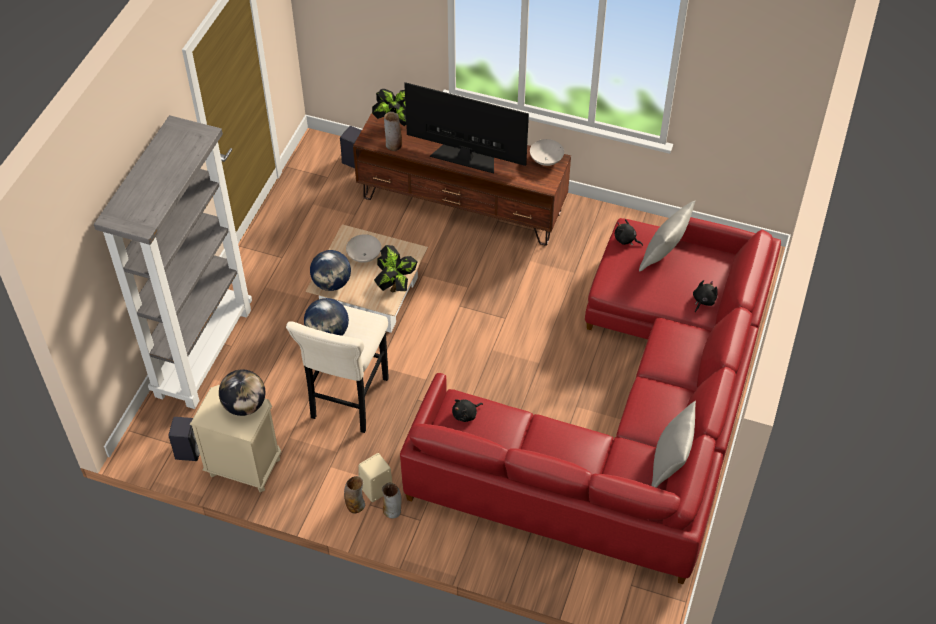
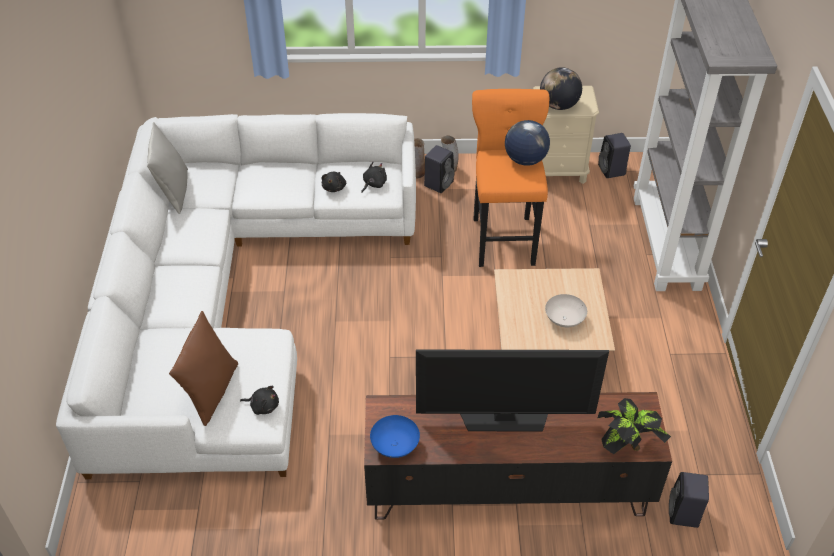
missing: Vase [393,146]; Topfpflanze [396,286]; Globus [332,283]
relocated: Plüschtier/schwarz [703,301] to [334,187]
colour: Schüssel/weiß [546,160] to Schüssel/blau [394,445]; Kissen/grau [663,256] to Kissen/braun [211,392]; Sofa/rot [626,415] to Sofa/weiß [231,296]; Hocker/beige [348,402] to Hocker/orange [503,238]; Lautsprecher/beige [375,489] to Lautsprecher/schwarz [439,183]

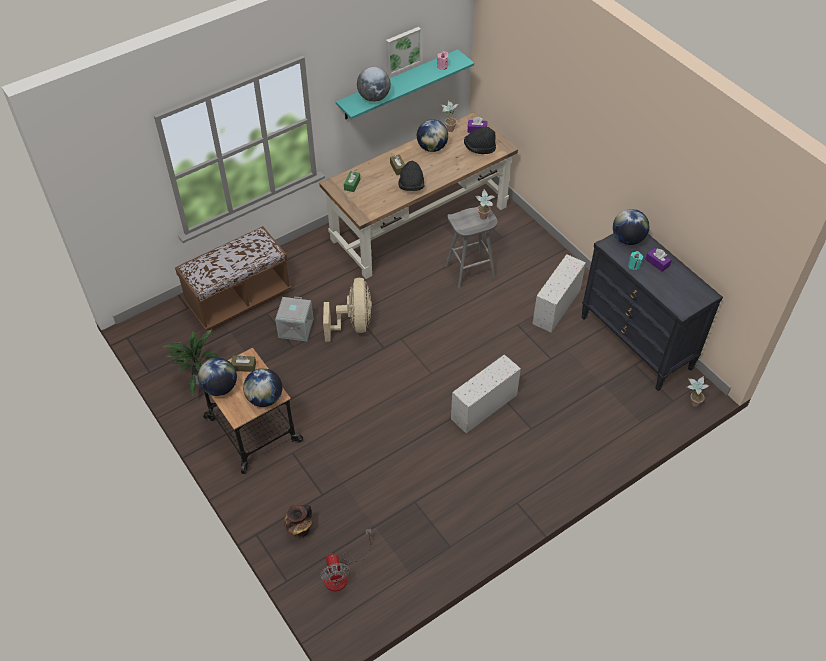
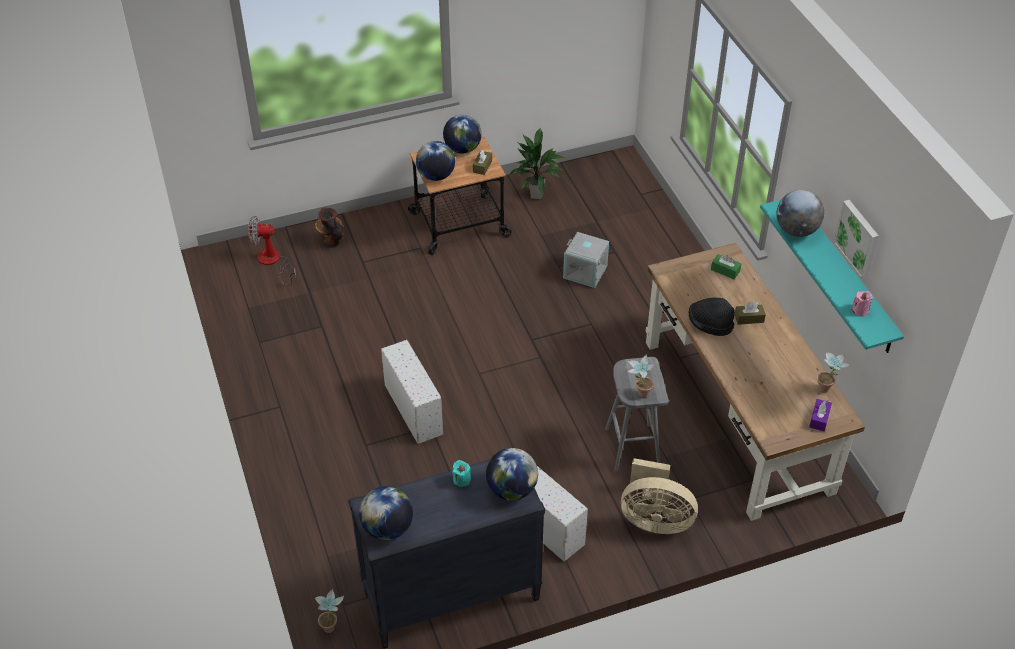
missing: Hut/schwarz [479,148]; Bank/braun [239,298]; Taschentuchbox/lila [657,263]
relocated: Globus [432,147] to [387,528]; Ventilator/beige [353,324] to [654,519]

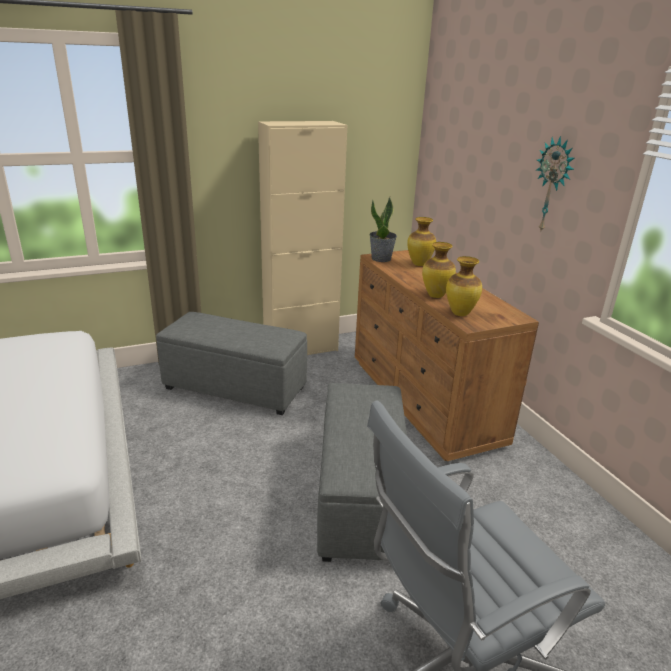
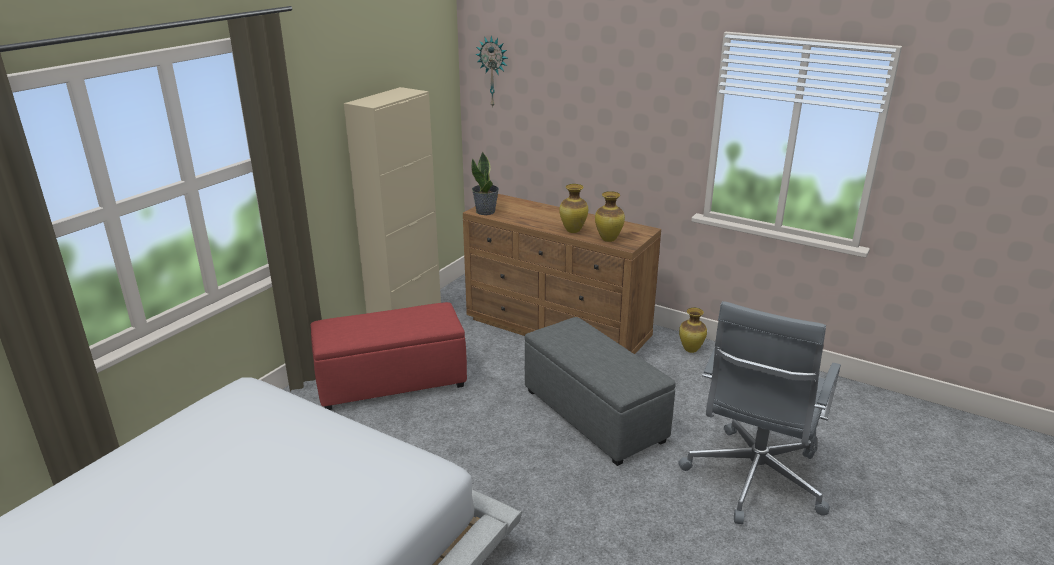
relocated: Wanduhr [553,185] to [493,71]; Vase [418,264] to [690,350]
colour: Polsterhocker/grau [236,388] to Polsterhocker/rot [393,382]

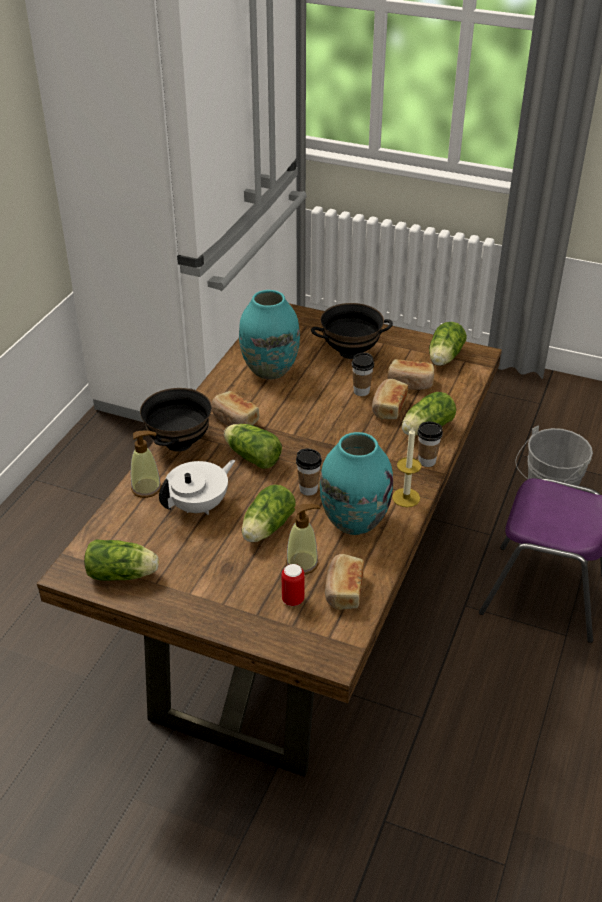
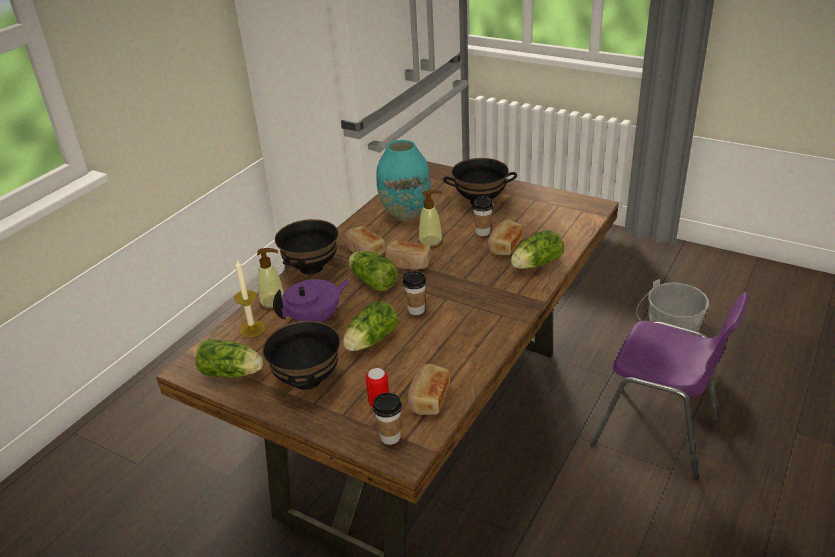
missing: Salatkopf [444,358]; Vase/türkis [354,521]
appeared: Schüssel/schwarz [308,380]
relocated: Brot [410,383] to [408,263]; Tasse [427,461] to [390,437]; Kerze [406,497] to [252,329]; Seifenspender [302,563] to [431,242]
colour: Teekanne/weiß [199,505] to Teekanne/lila [315,319]

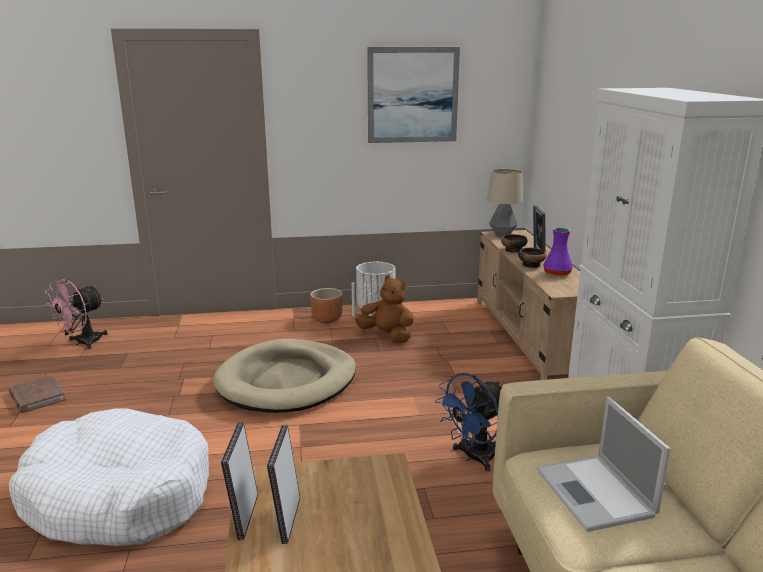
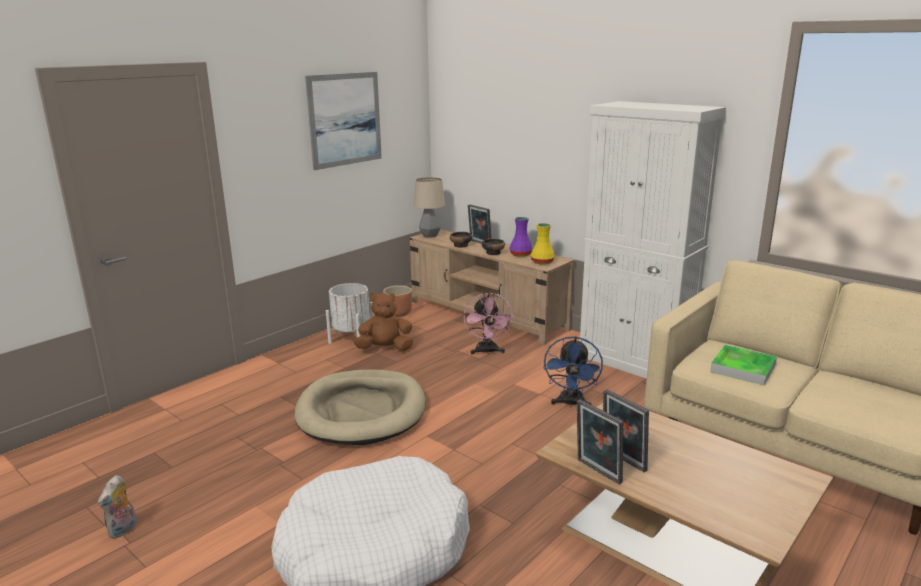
appeared: Vase/gelb [543,262]
relocated: Ventilator/rosa [82,343] to [487,352]; Pflanzkübel/braun [327,319] to [398,313]
exchanged: Buch/braun [37,397] to Plüschtier [123,530]; Laptop [596,494] to Tablett [743,368]

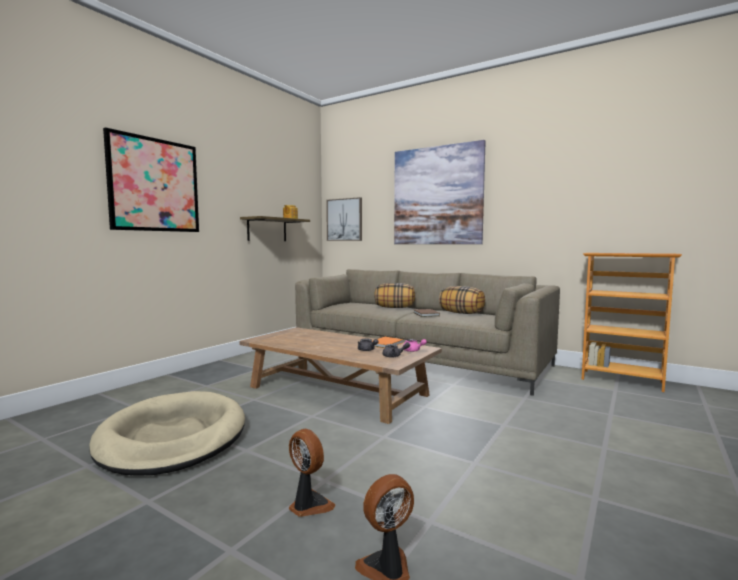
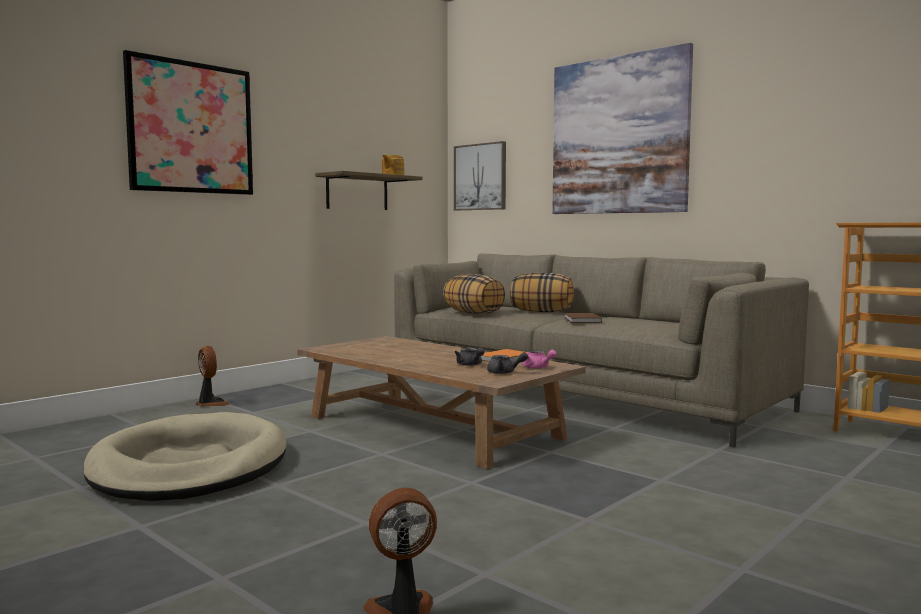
relocated: Kissen [461,313] to [474,313]; Ventilator [308,505] to [211,403]

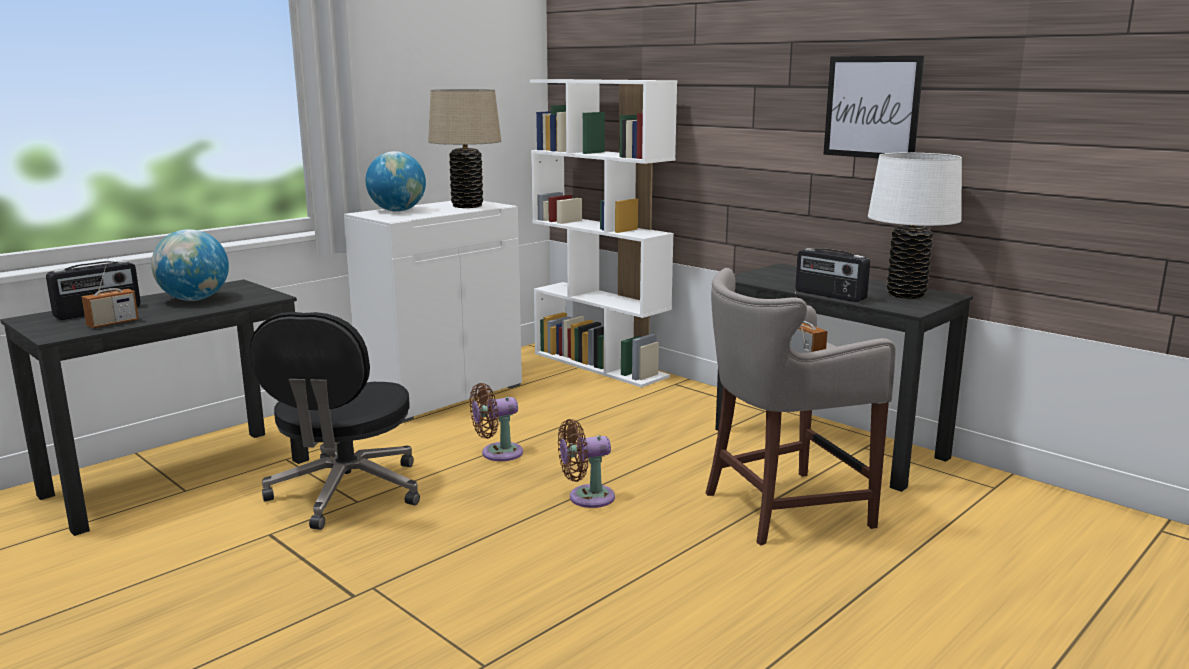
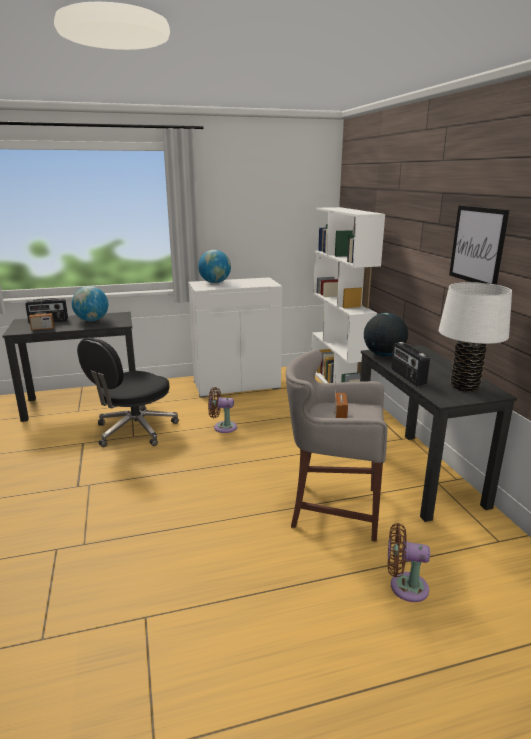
missing: Tischlampe/beige [467,206]
appeared: Globus [383,355]
relocated: Ventilator/braun [586,498] to [404,586]

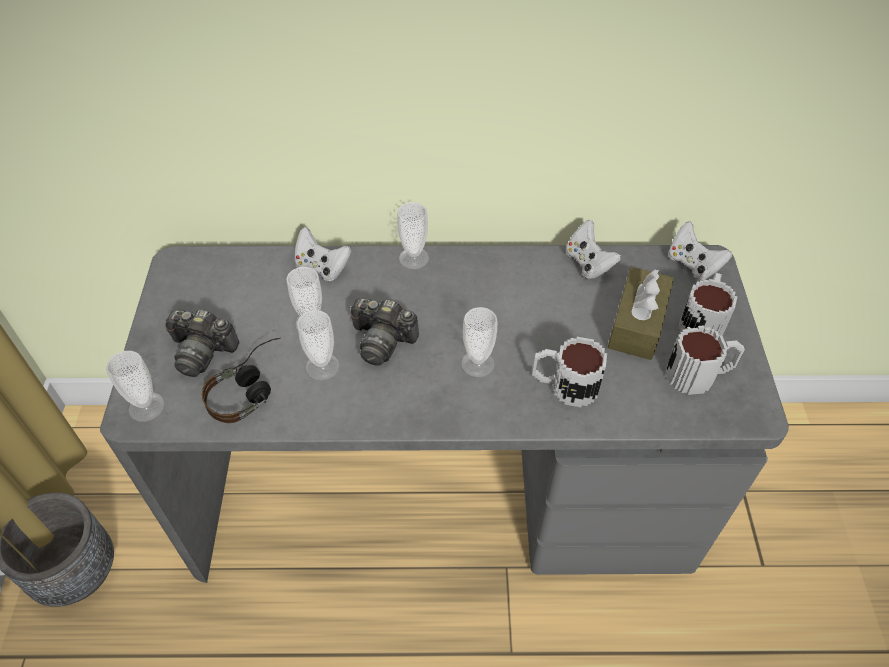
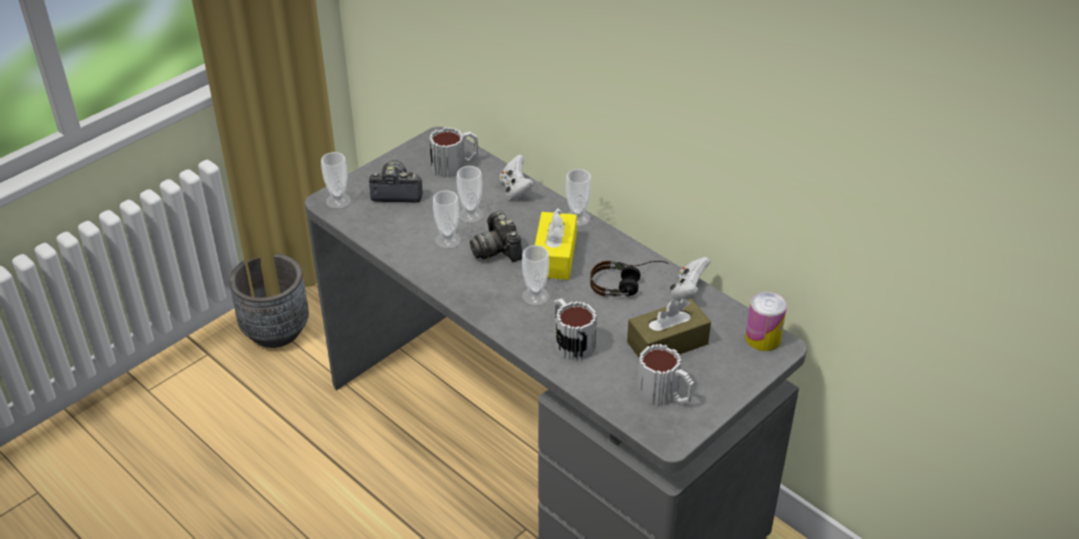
appeared: Taschentuchbox/gelb [554,256]
relocated: Henkelbecher [702,321] to [455,165]; Kopfhörer [251,389] to [628,285]
exchanged: Gamepad/weiß [692,264] to Dose [763,338]
spun: Kamera [202,351] = [396,192] 120 degrees clockwise

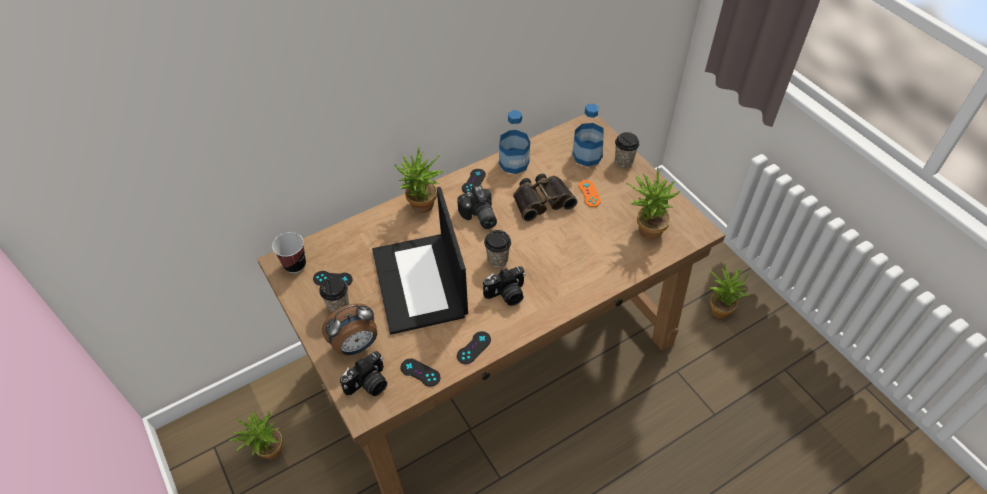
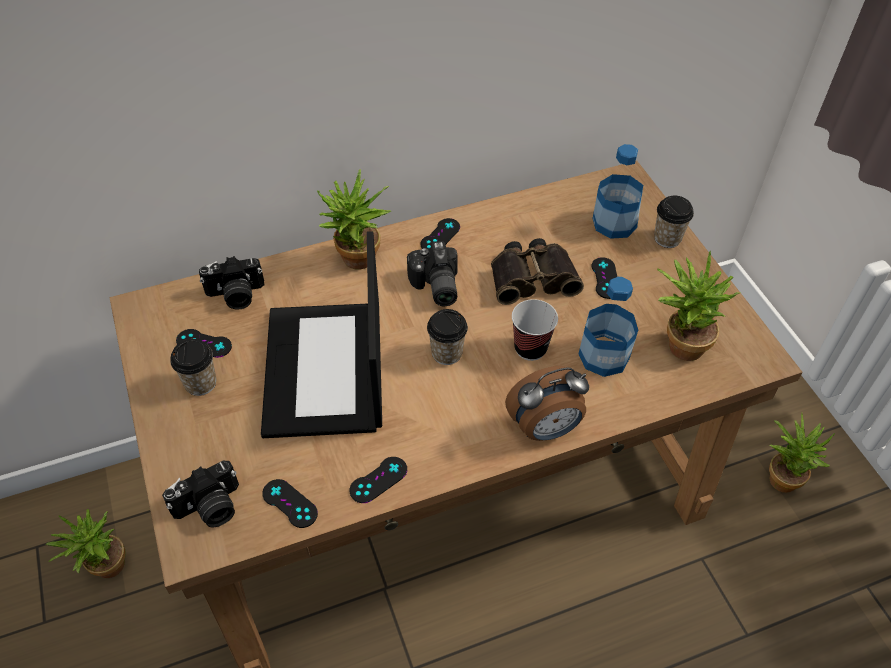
relocated: Flasche [514,163] to [604,356]; Tasse [295,265] to [530,348]; Kamera [506,295] to [236,295]; Wecker [356,346] to [545,428]
colour: Gamepad/orange [589,193] to Gamepad/schwarz [605,278]

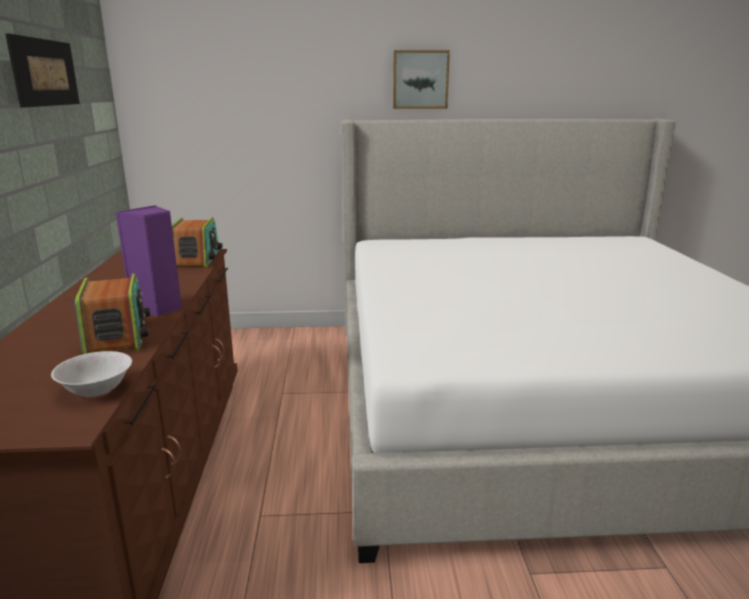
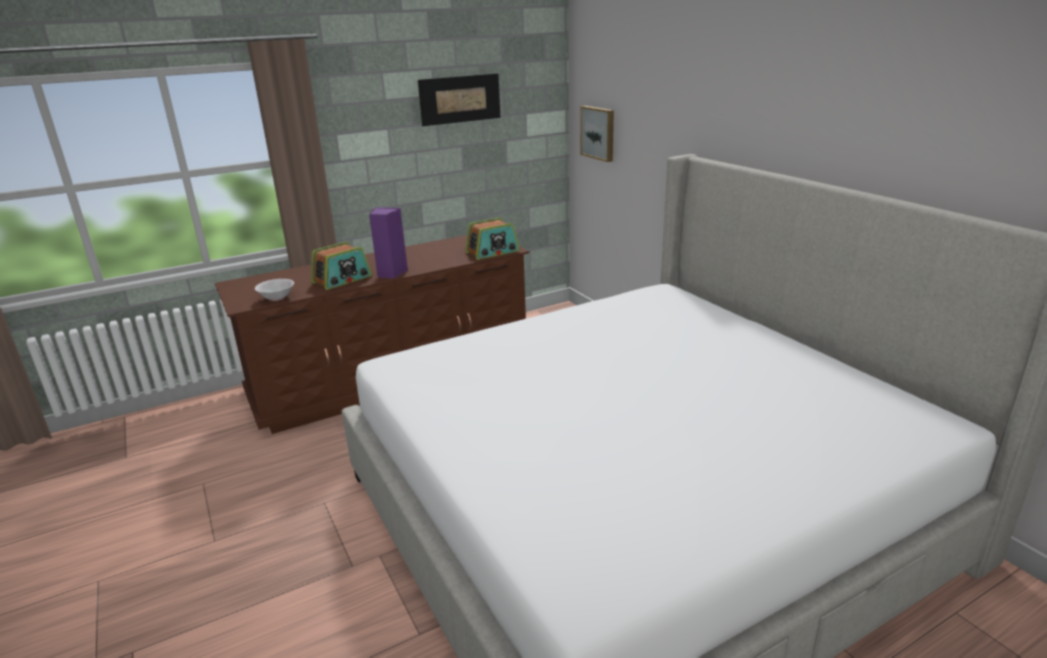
relocated: Bild [420,80] to [598,133]

